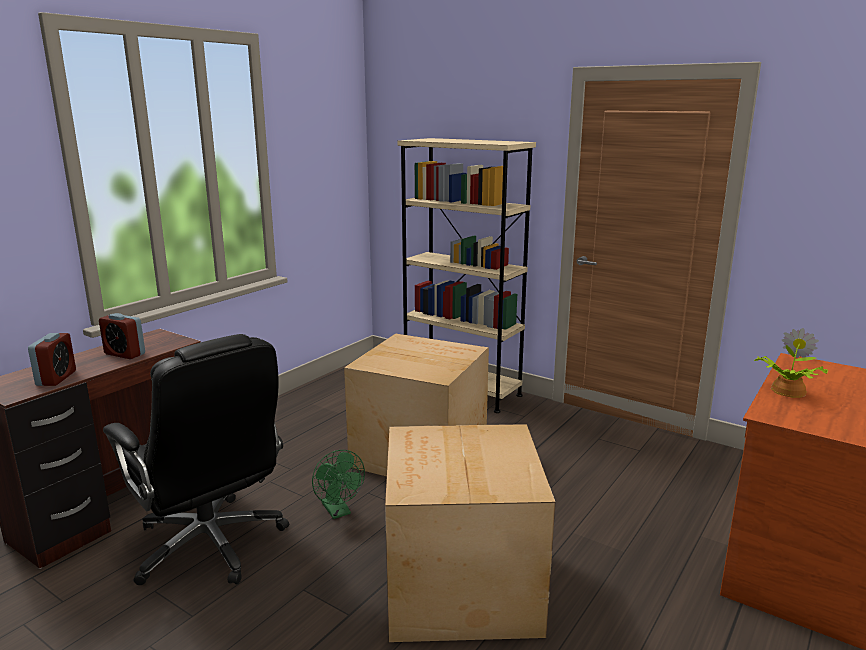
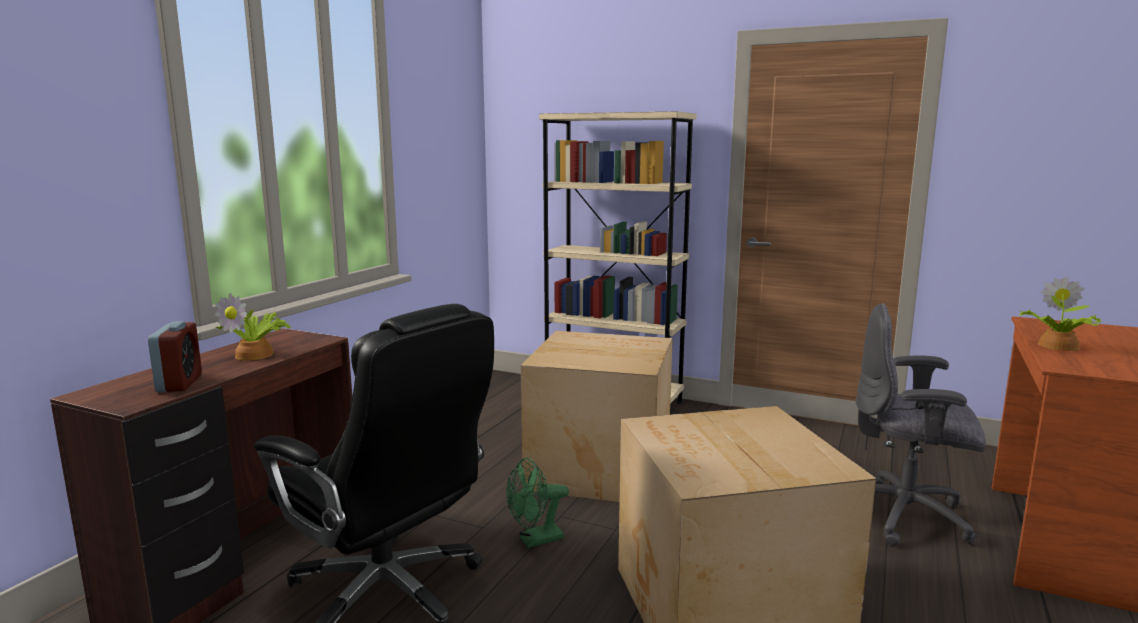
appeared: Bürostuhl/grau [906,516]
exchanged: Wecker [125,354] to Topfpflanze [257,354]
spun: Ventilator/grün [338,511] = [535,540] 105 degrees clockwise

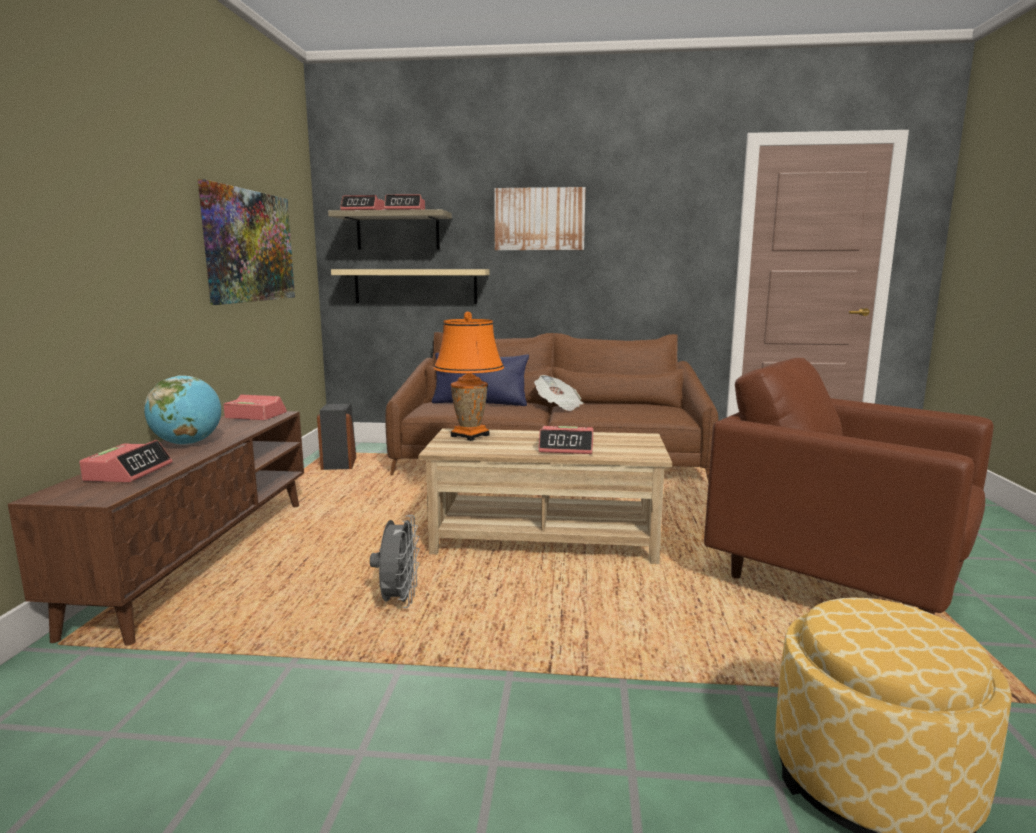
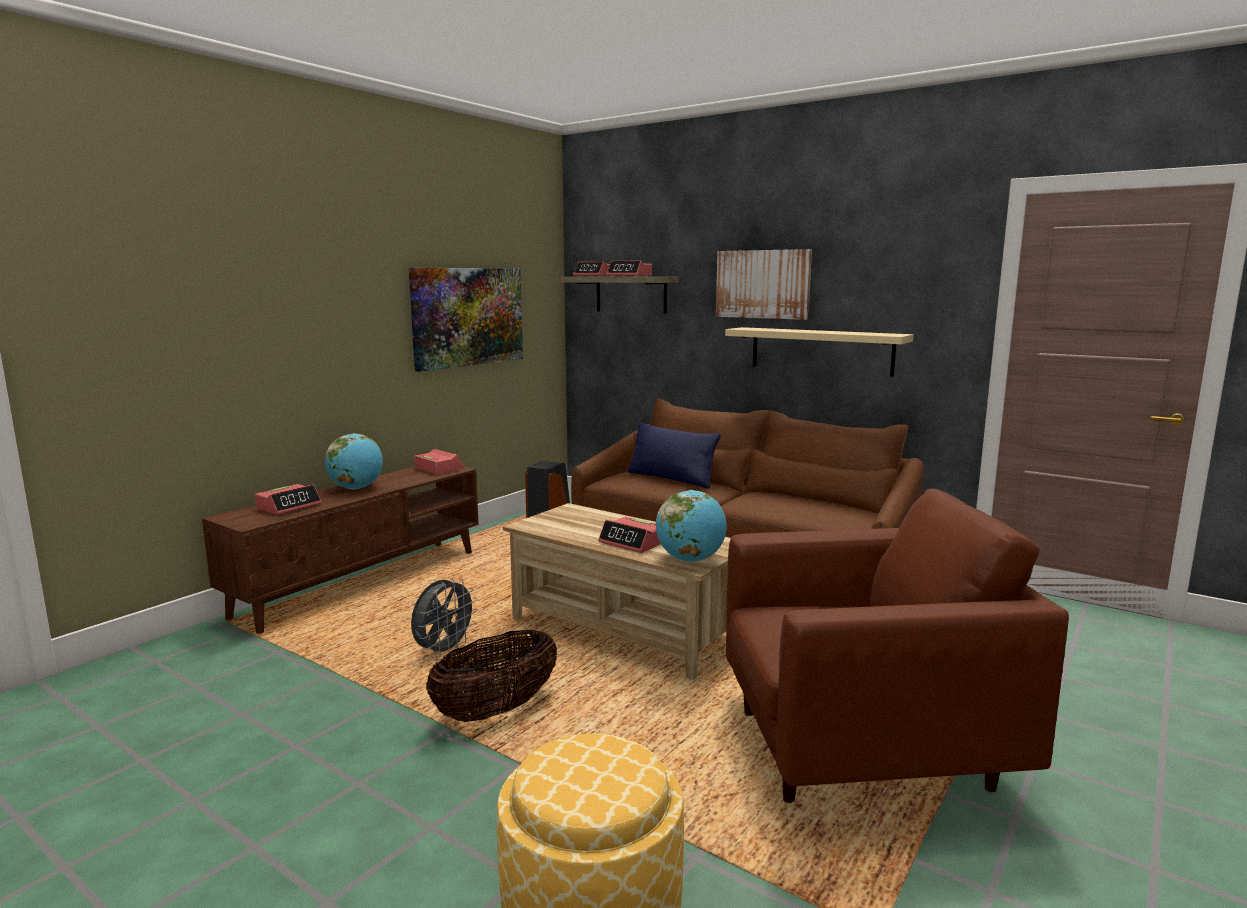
missing: Tischlampe/orange [469,436]; Zeitung [558,406]
appeared: Globus [690,560]; Korb [496,710]
relocated: Wandregal/beige [415,286] to [821,350]
spun: Sessel/braun [838,580] = [861,750] 105 degrees clockwise

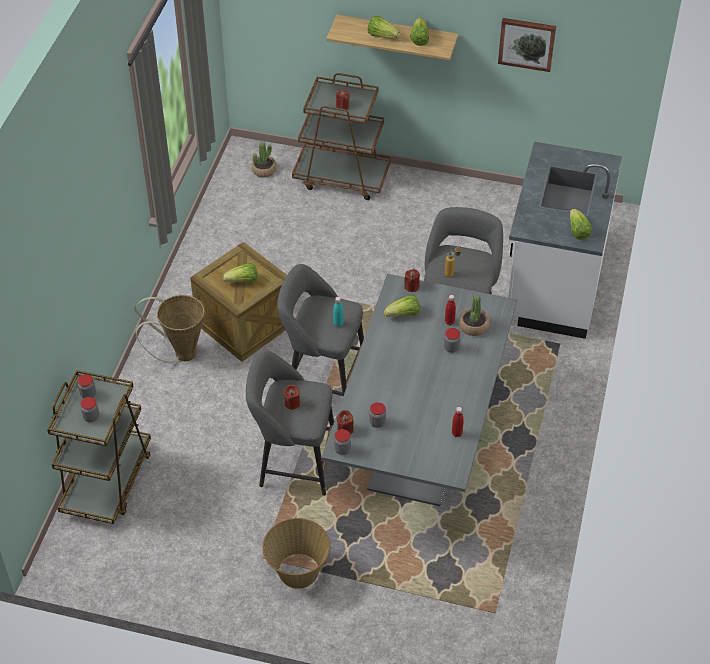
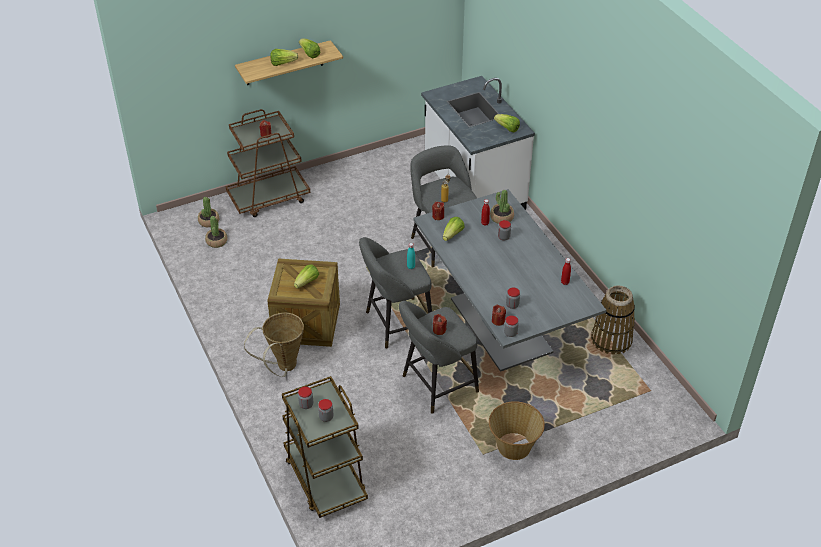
missing: Bild [527,43]
appeared: Topfpflanze [217,241]; Korb [611,340]

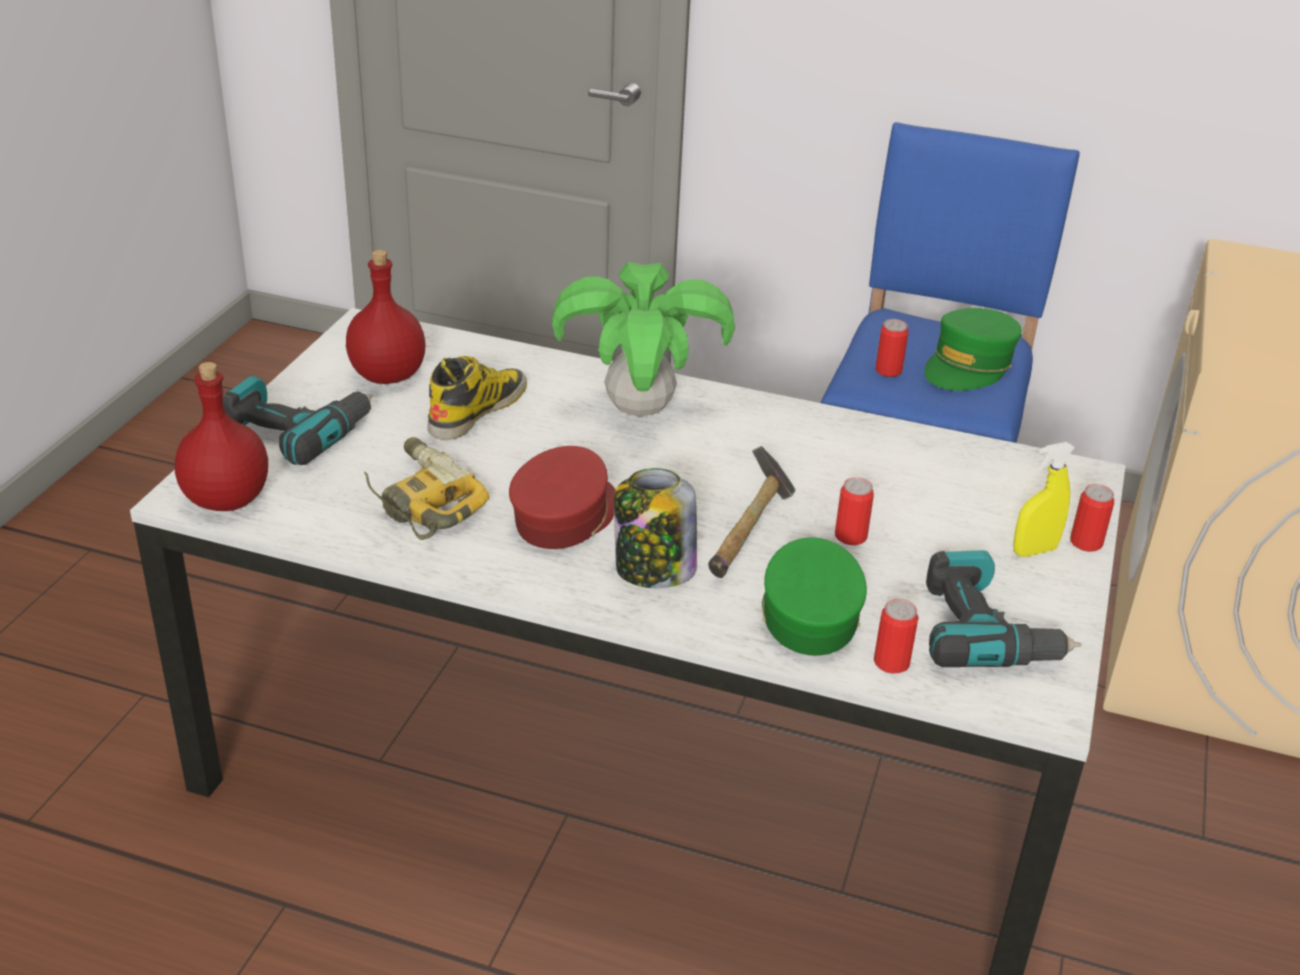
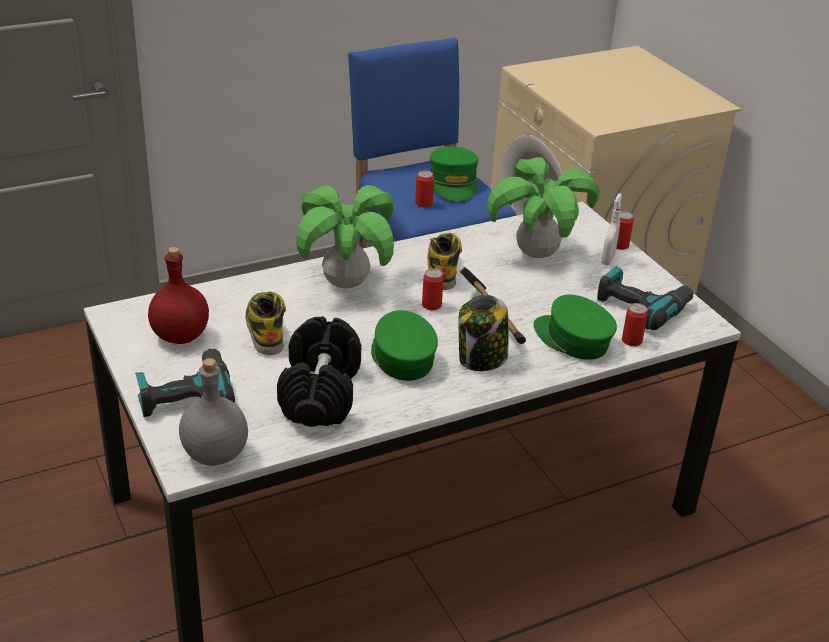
appeared: Topfpflanze [536,254]; Stiefel [443,267]
relocated: Dose [850,536] to [431,305]
exchanged: Bohrmaschine [419,501] to Hantel/schwarz [319,392]
colour: Flasche/rot [228,500] to Flasche/grau [216,454]; Sprühflasche/gelb [1034,551] to Sprühflasche/weiß [608,260]; Kappe/rot [565,516] to Kappe/grün [401,357]

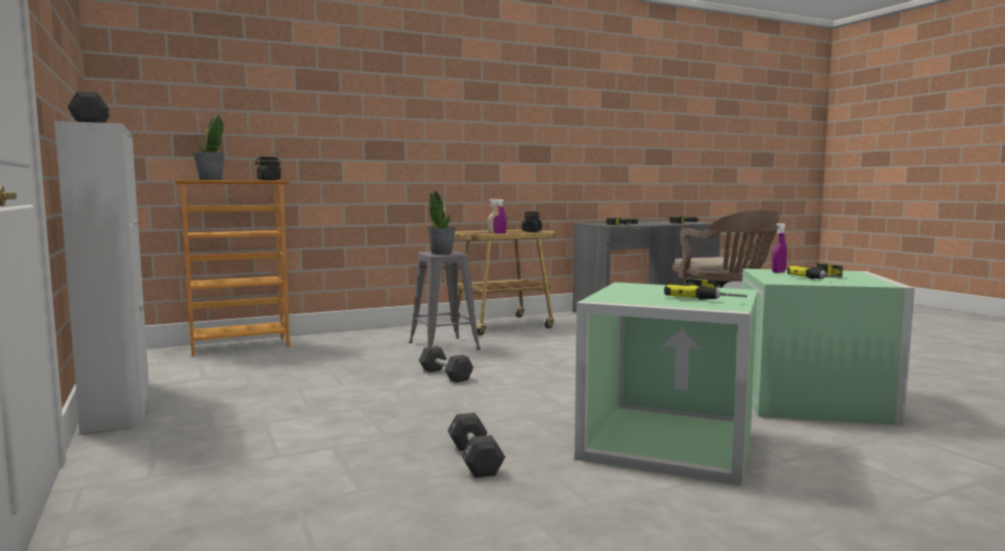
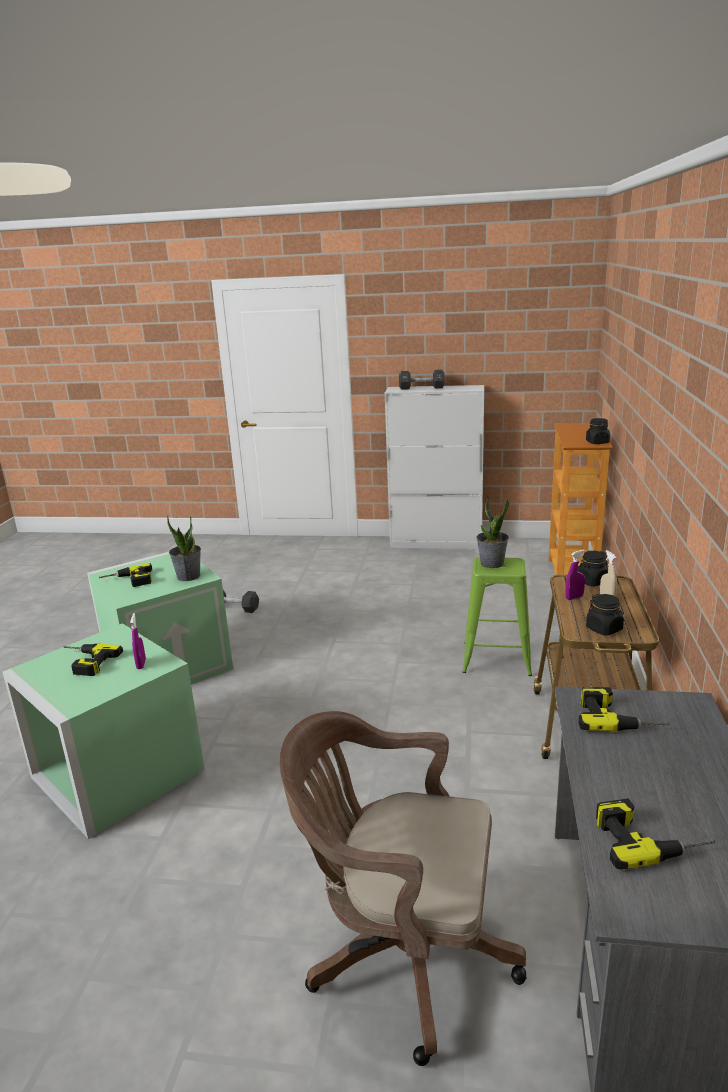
missing: Hantel/schwarz [445,375]
appeared: Vorratsglas/schwarz [592,581]
relocated: Topfpflanze [210,179] to [188,576]
colour: Hocker/grau [444,346] to Hocker/grün [496,658]

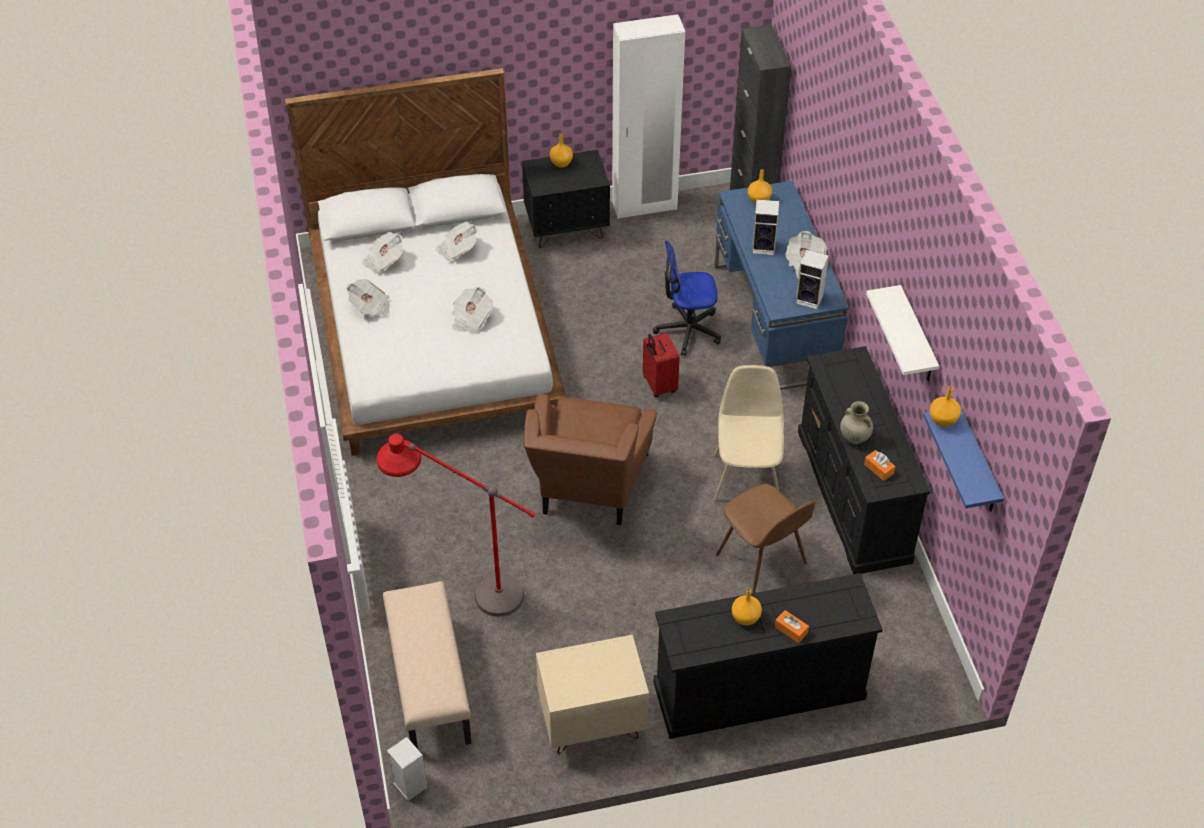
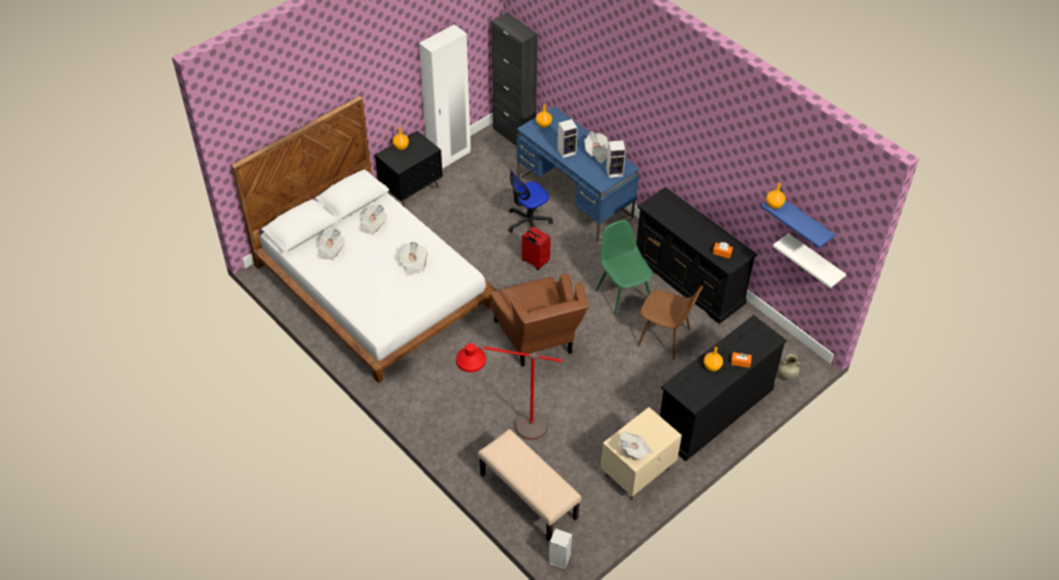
relocated: Zeitung [370,307] to [635,451]; Wandregal/weiß [917,337] to [814,261]; Vase/beige [854,437] to [787,376]
colour: Stuhl/beige [747,476] to Stuhl/grün [623,294]

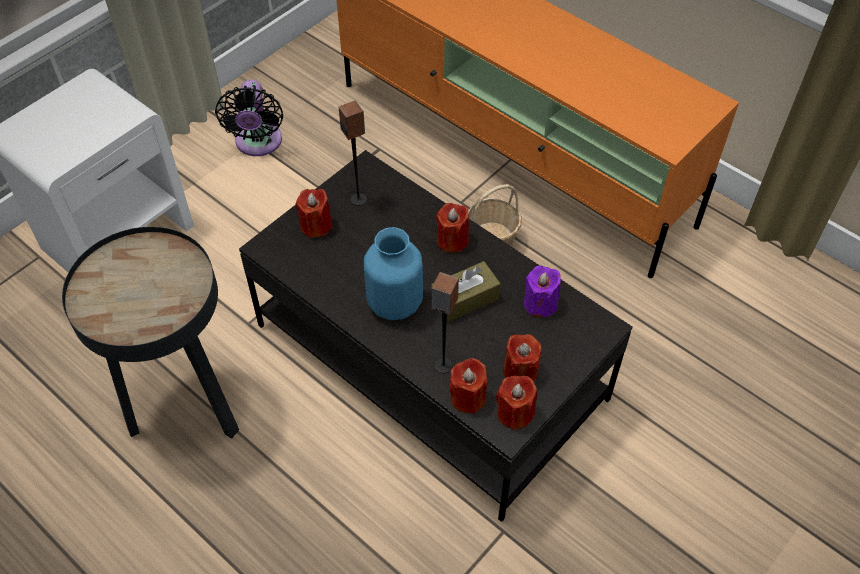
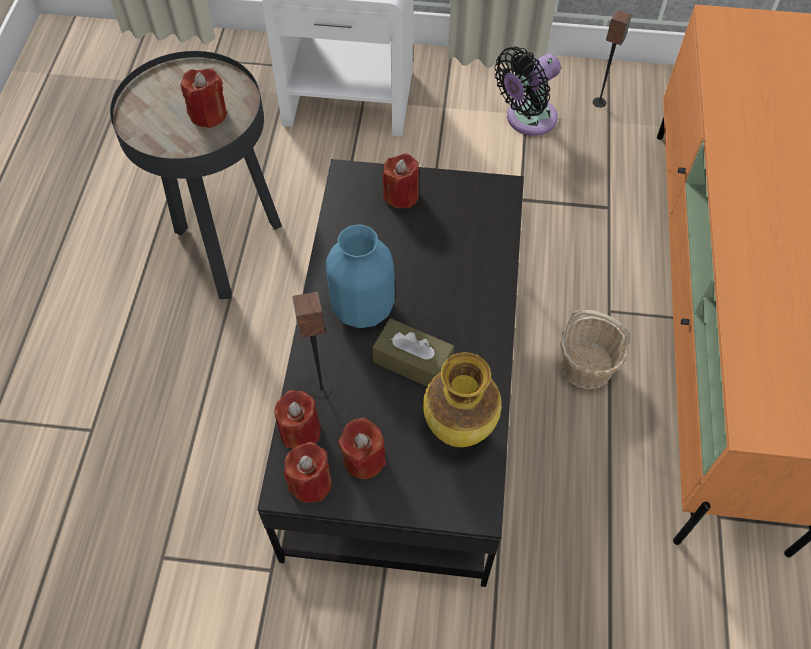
relocated: Lautsprecher [359,199] to [599,102]; Kerze/rot [452,240] to [208,114]
exchanged: Kerze/lila [540,304] to Vase [460,431]

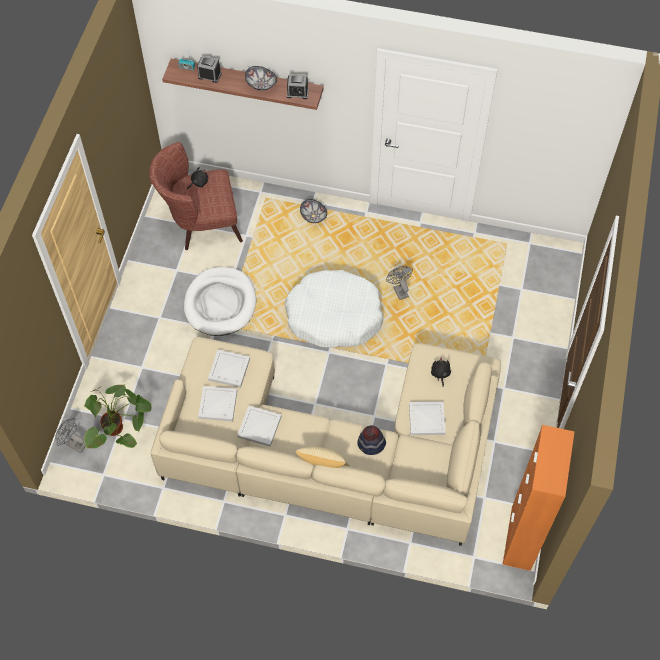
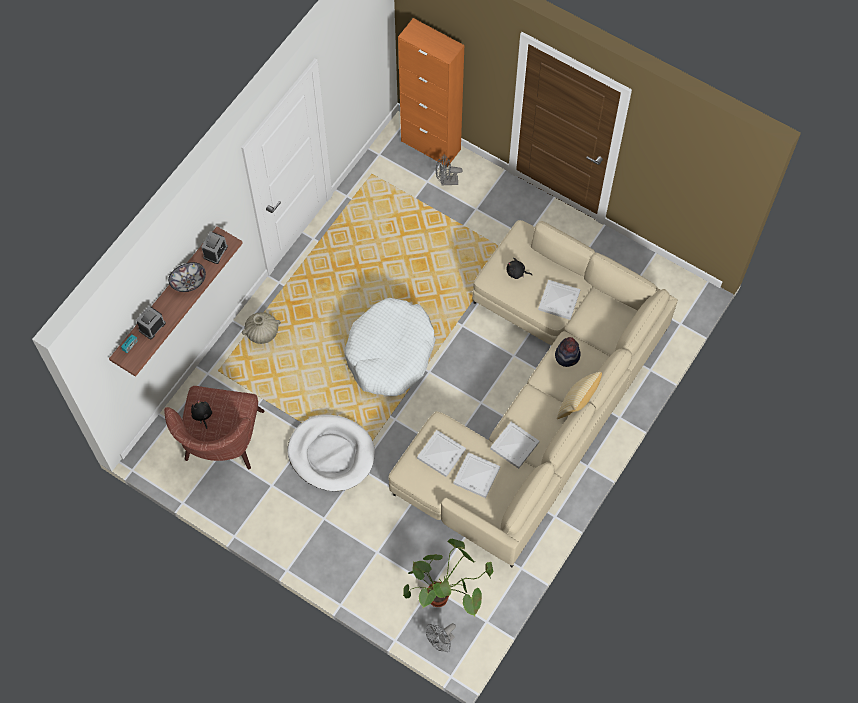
relocated: Ventilator/grau [399,290] to [446,181]; Schrank/orange [521,538] to [430,145]
exchanged: Schüssel [313,216] to Vase/beige [262,333]

